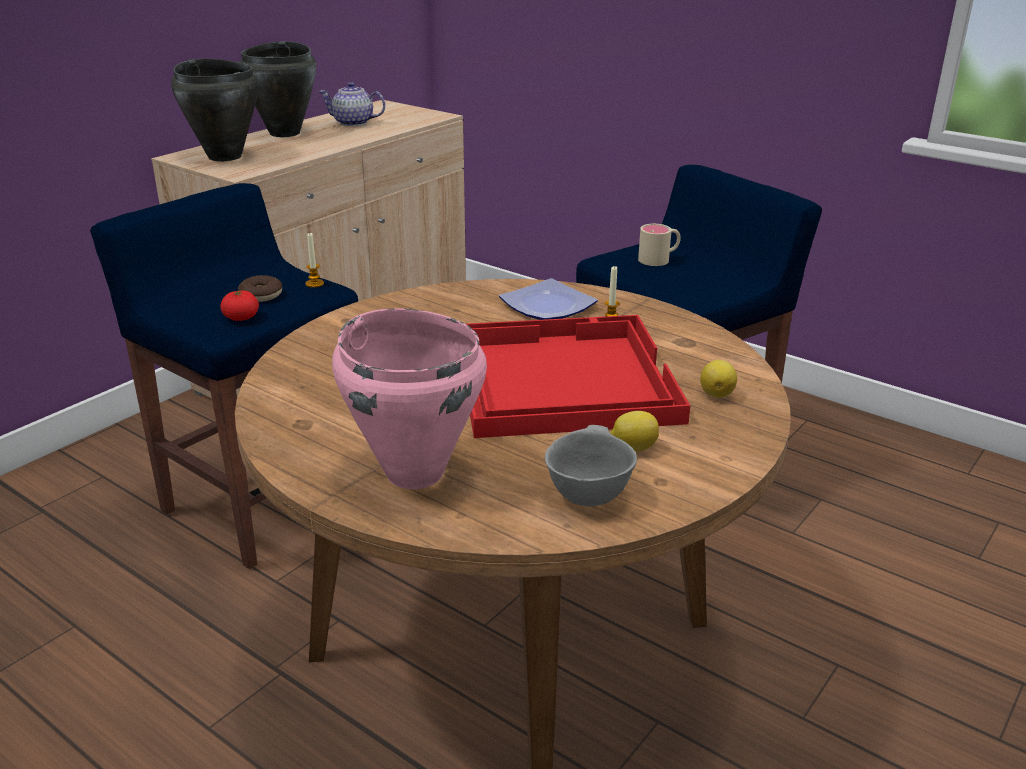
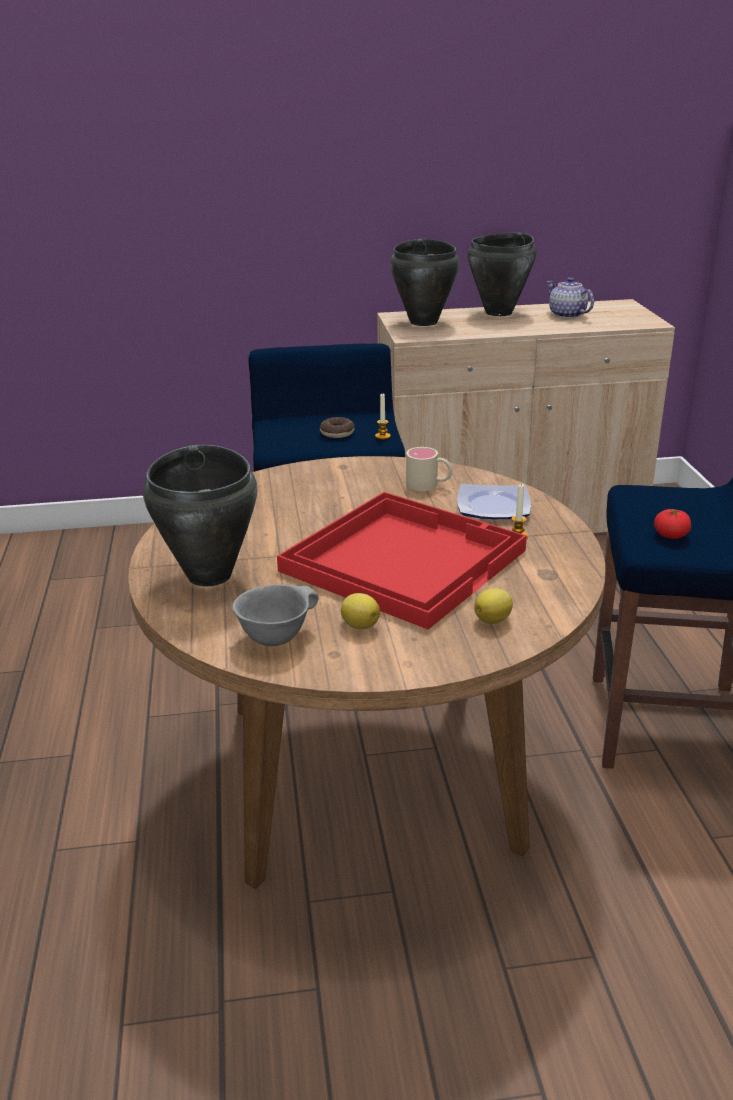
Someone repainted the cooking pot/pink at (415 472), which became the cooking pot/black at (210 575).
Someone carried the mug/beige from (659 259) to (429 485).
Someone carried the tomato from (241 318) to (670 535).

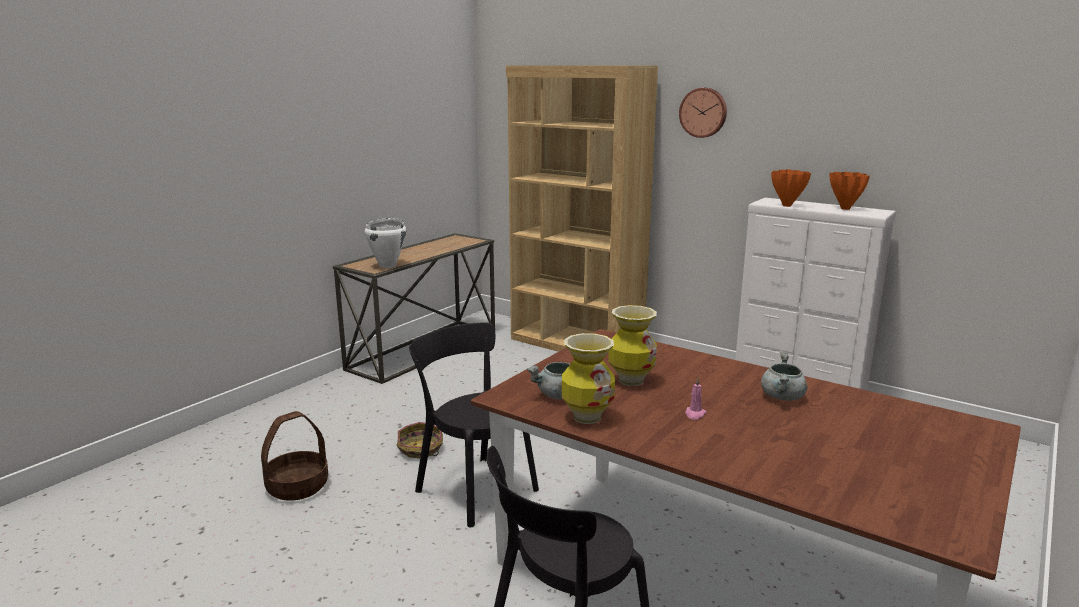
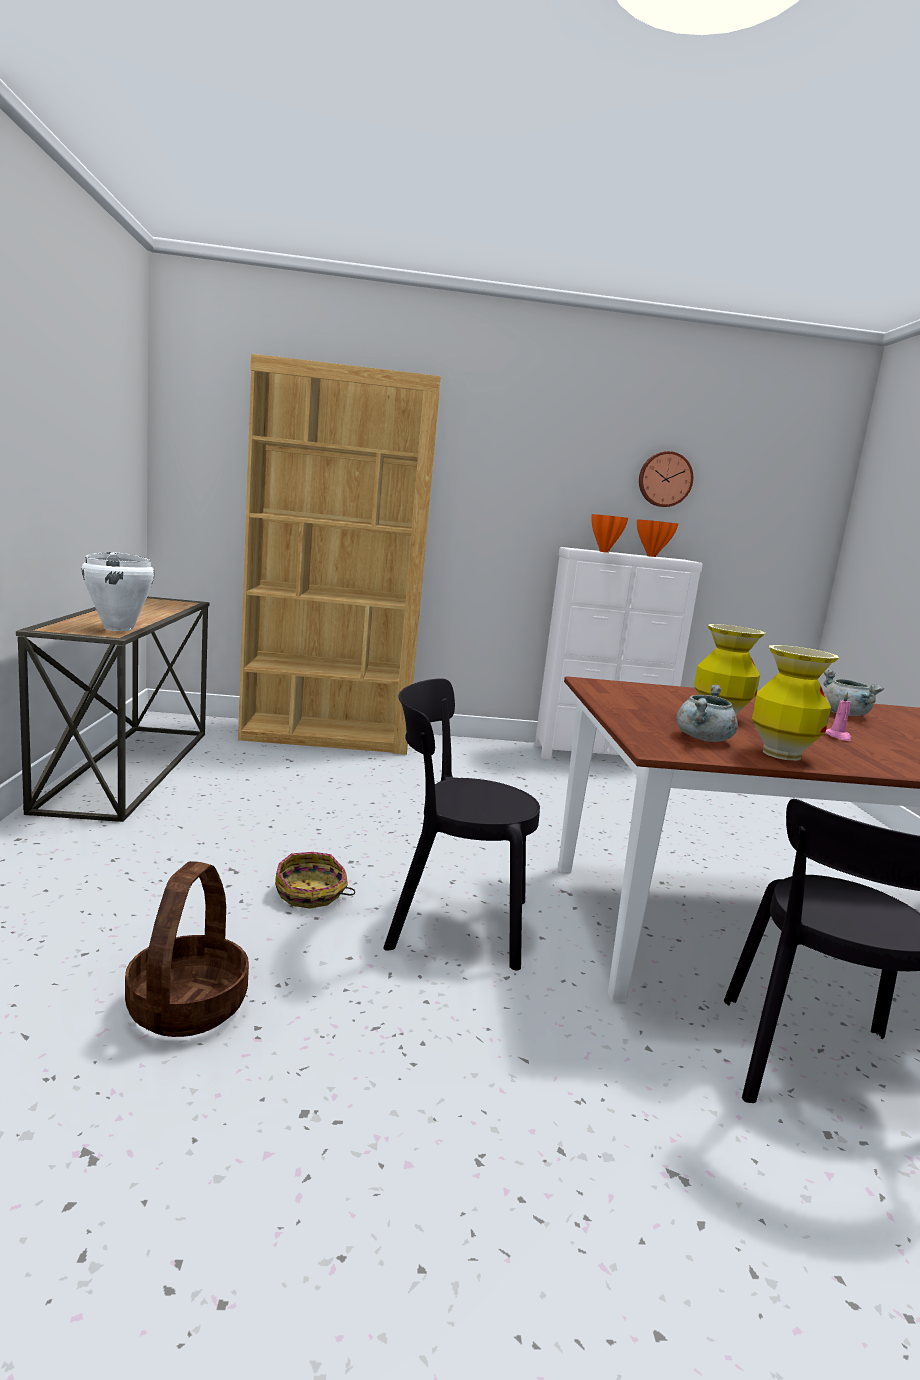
Someone carried the wall clock from (703 112) to (664 479).

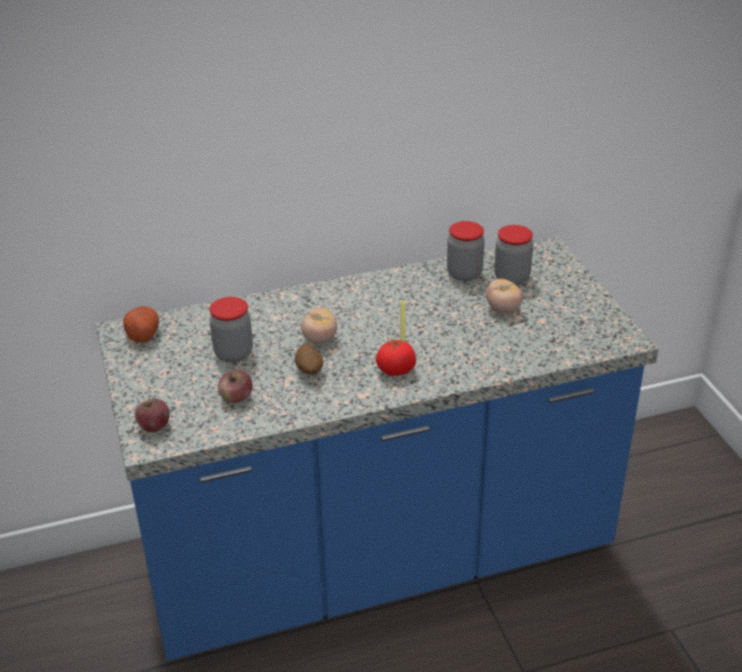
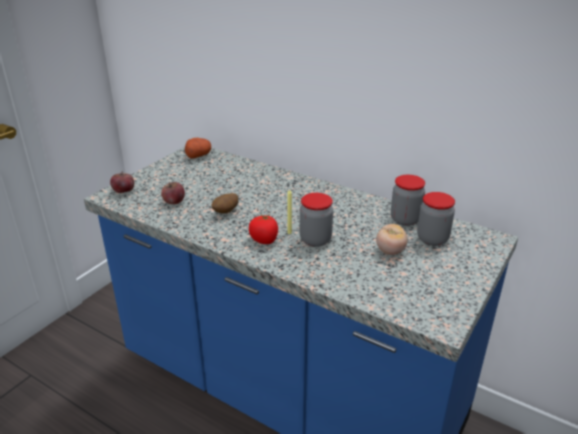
Someone carried the jar from (233 353) to (315 240).
Someone took away the tomato at (319 339).

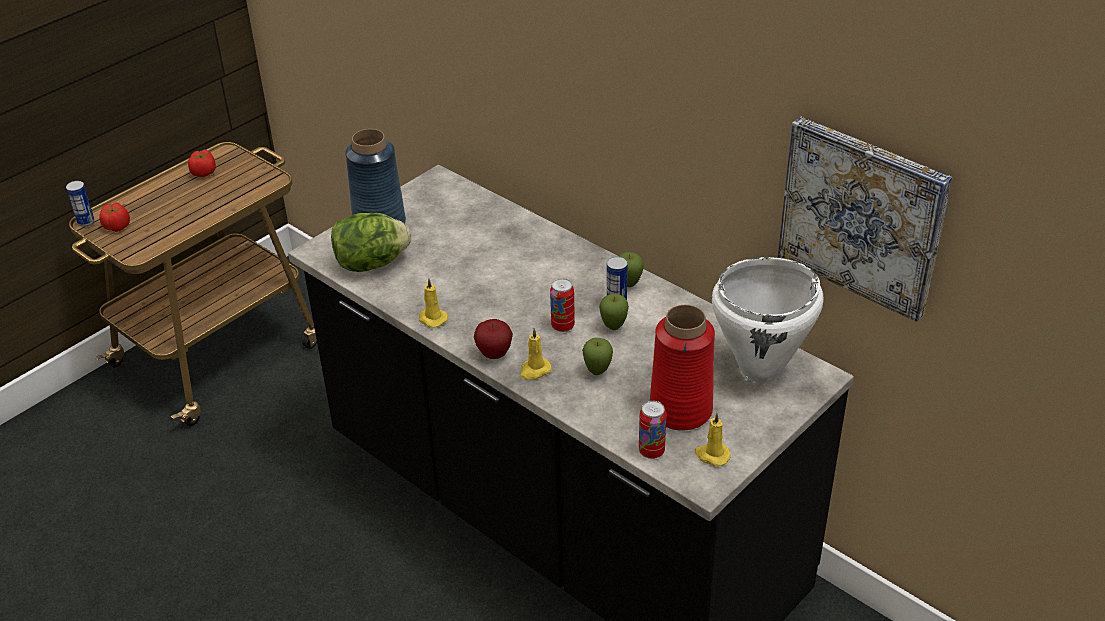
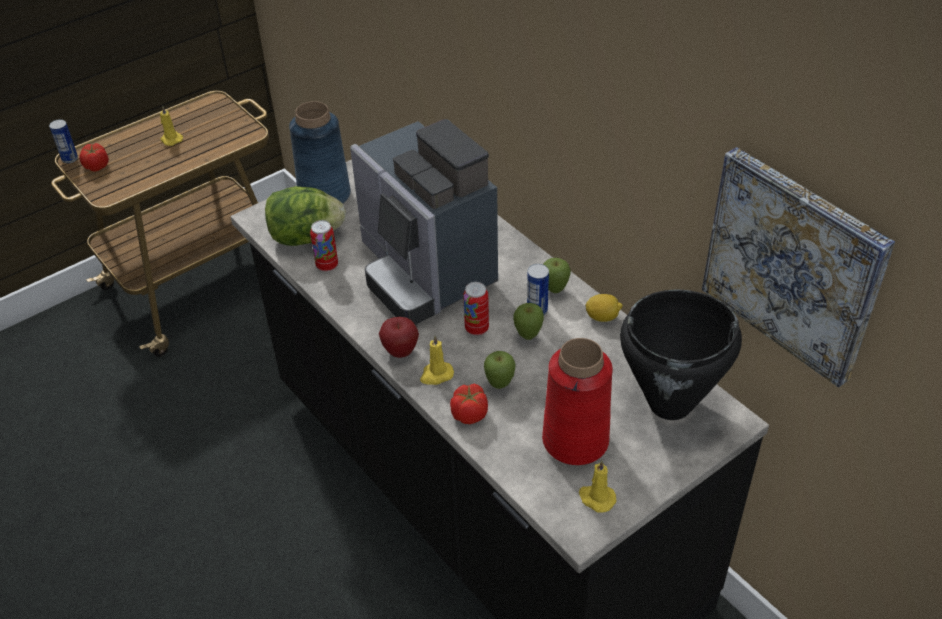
Someone carried the candle/yellow from (432 319) to (171 139).
Someone carried the can from (651 451) to (327 265).
Someone put down the coffee machine at (424 272).
Someone carried the tomato from (204 172) to (469 413).
Someone put down the lemon at (602 317).
Someone repainted the cooking pot/white at (761 369), which became the cooking pot/black at (671 404).

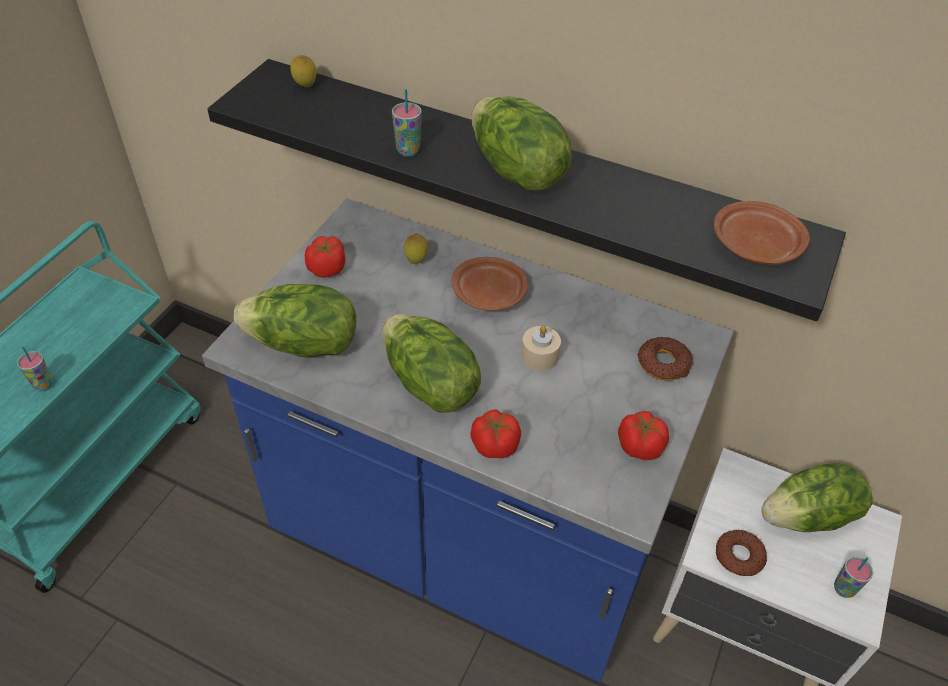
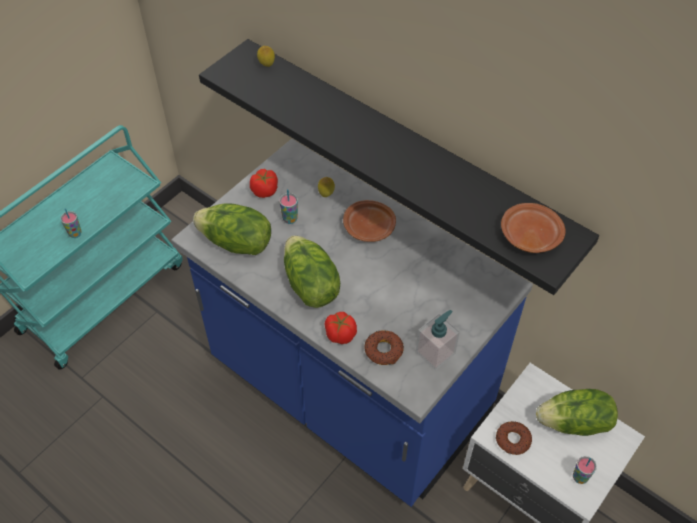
Someone carried the cup from (408 151) to (290 219).
Someone carried the donut from (663 363) to (384 350).
Someone swapped the tomato at (639 446) for the soap dispenser at (435 353).
Someone took away the lettuce at (515 171).
Someone took away the candle/beige at (539 356).

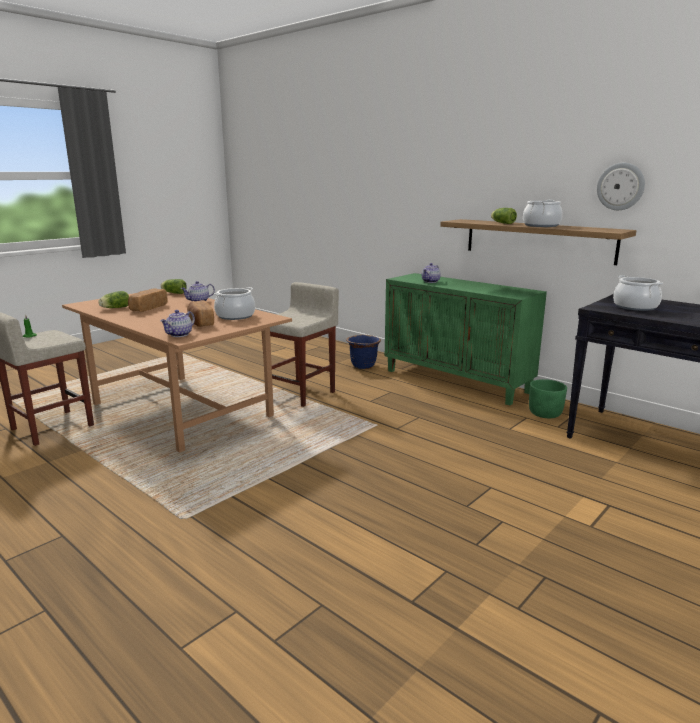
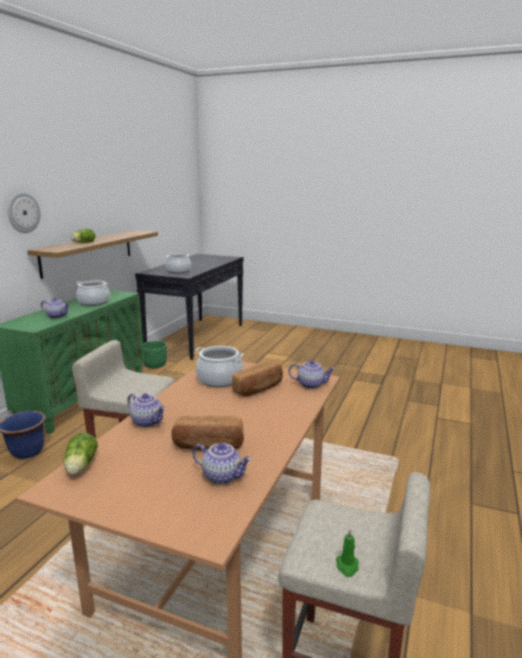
Someone carried the wall clock from (620 186) to (23 212).
Someone carried the cooking pot from (541 225) to (94 302).
Someone swapped the lettuce at (114 308) for the teapot at (222 476).

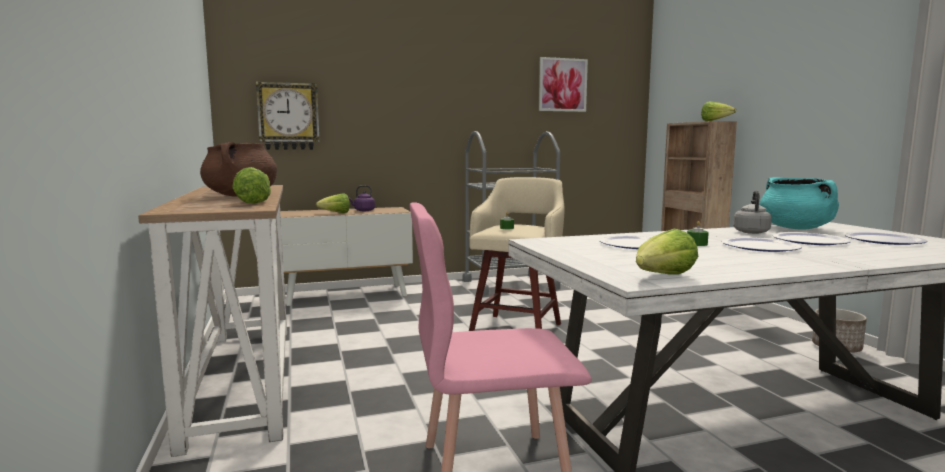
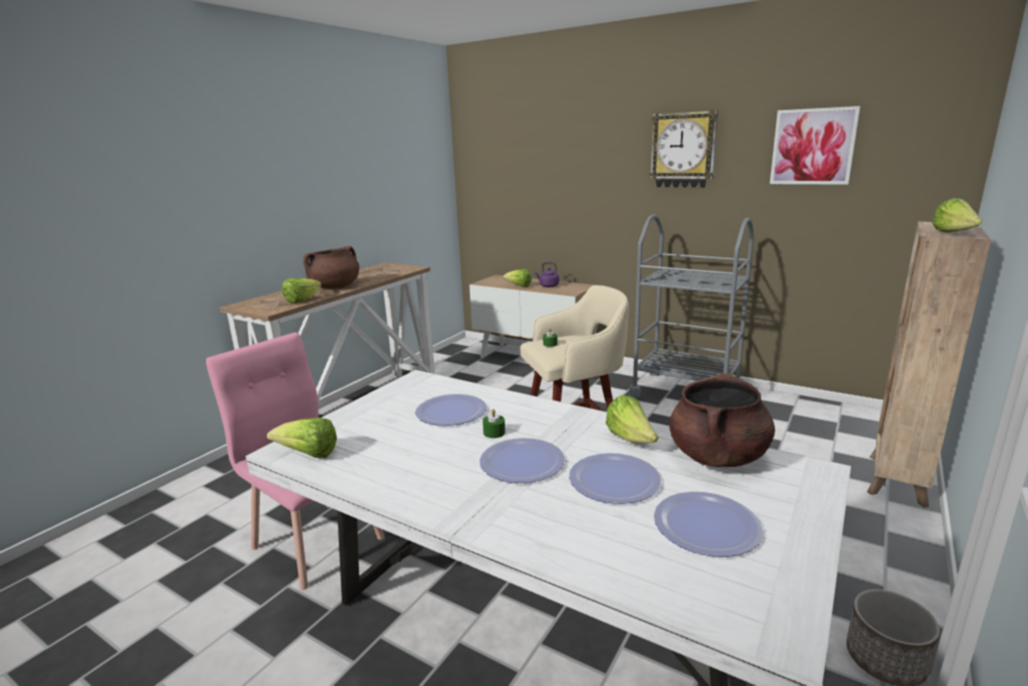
Someone swapped the kettle/grey at (751 232) for the lettuce at (631 439).
Someone carried the wall clock from (288 116) to (683 150).
Someone repainted the cooking pot/turquoise at (796 228), which became the cooking pot/brown at (717 457).

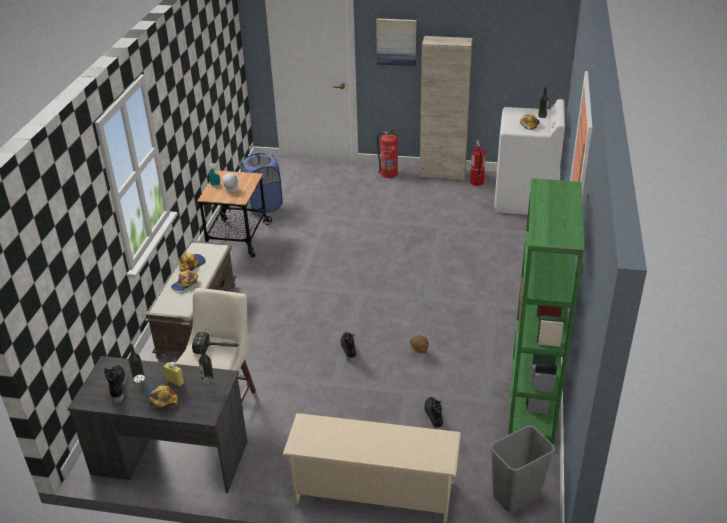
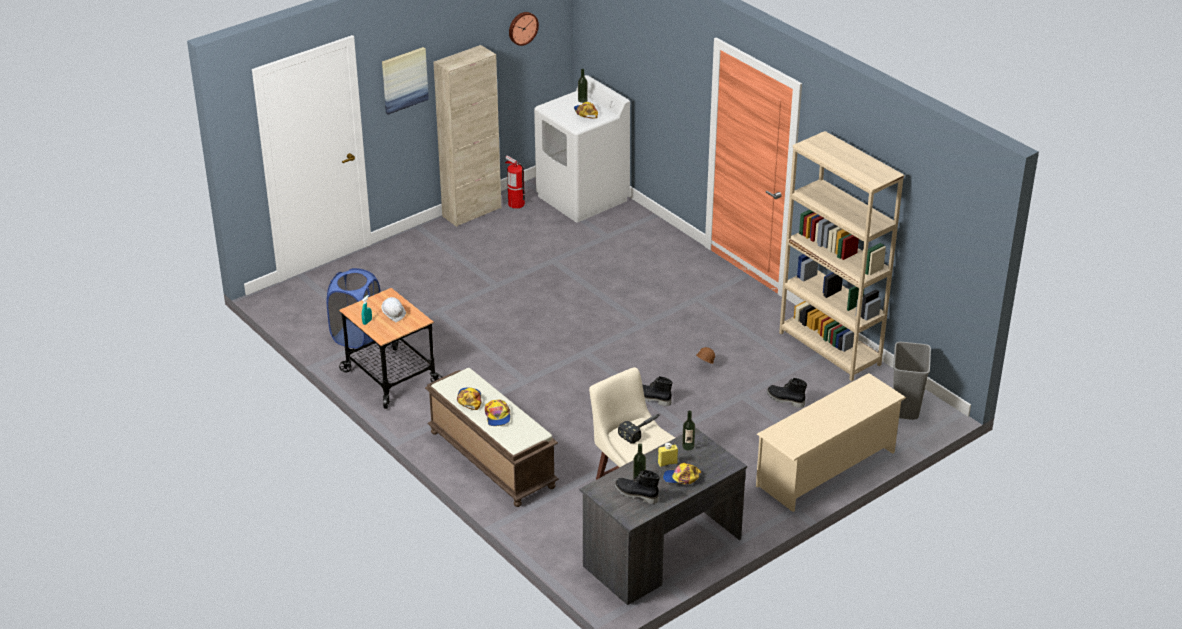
Someone put up the wall clock at (522 28).
Someone repainted the bookcase/green at (531 404), which became the bookcase/beige at (830 349).
Someone took away the fire extinguisher at (388 173).

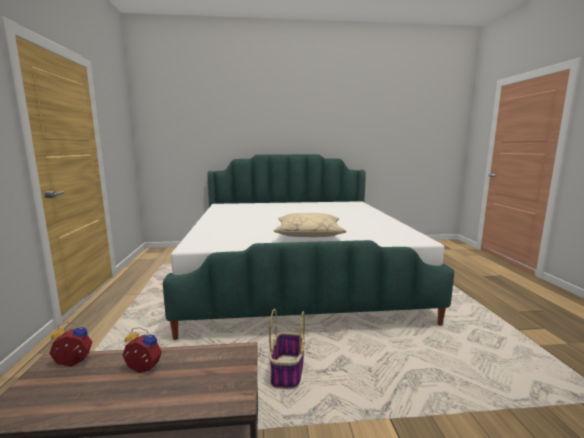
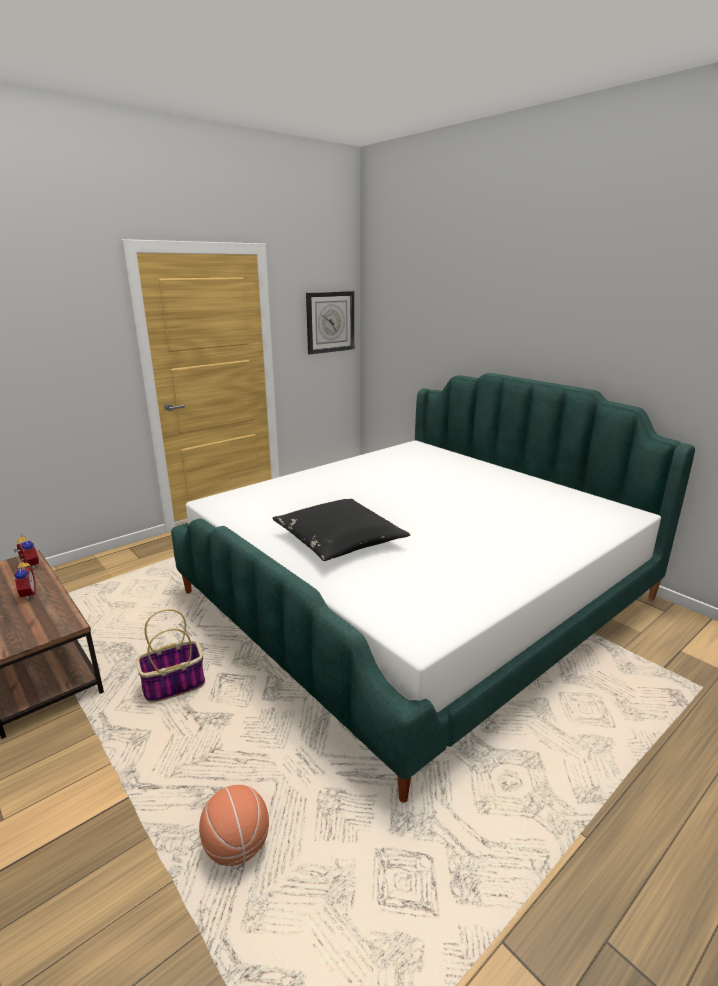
Someone put down the basketball at (237 847).
Someone repainted the pillow/beige at (309 234), which became the pillow/black at (339 540).
Someone put up the wall clock at (330 322).

